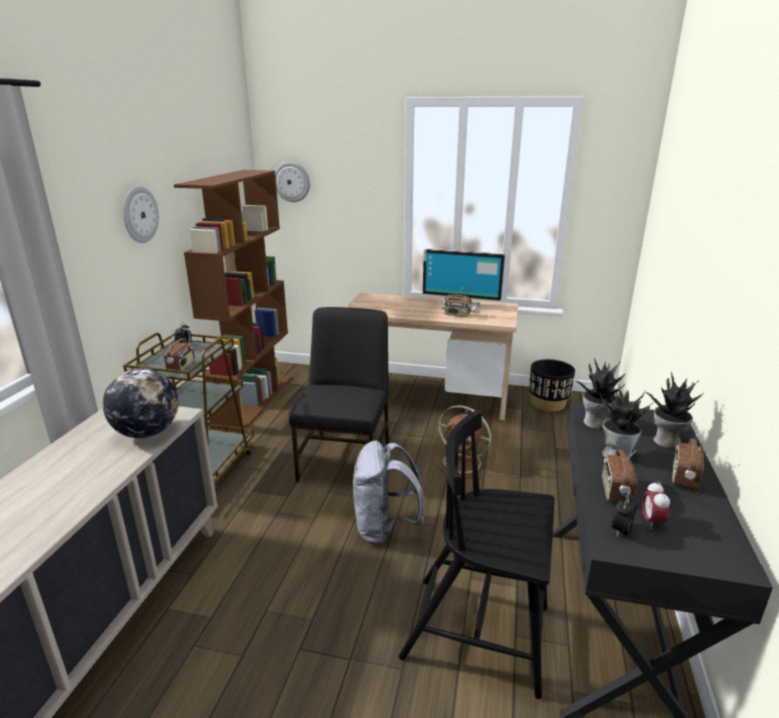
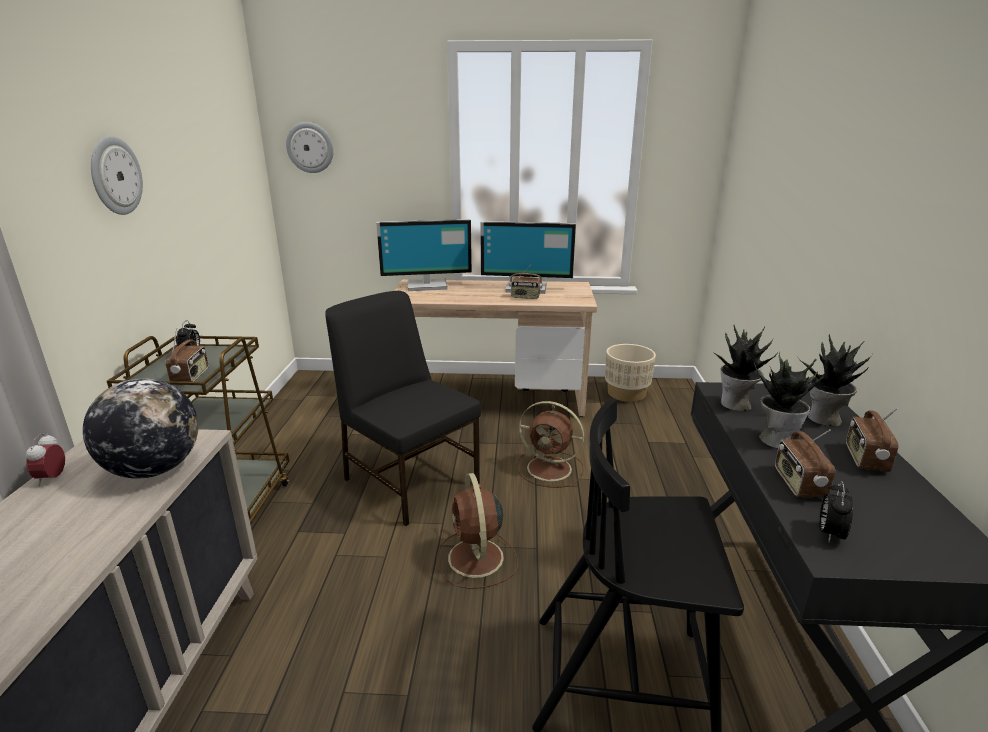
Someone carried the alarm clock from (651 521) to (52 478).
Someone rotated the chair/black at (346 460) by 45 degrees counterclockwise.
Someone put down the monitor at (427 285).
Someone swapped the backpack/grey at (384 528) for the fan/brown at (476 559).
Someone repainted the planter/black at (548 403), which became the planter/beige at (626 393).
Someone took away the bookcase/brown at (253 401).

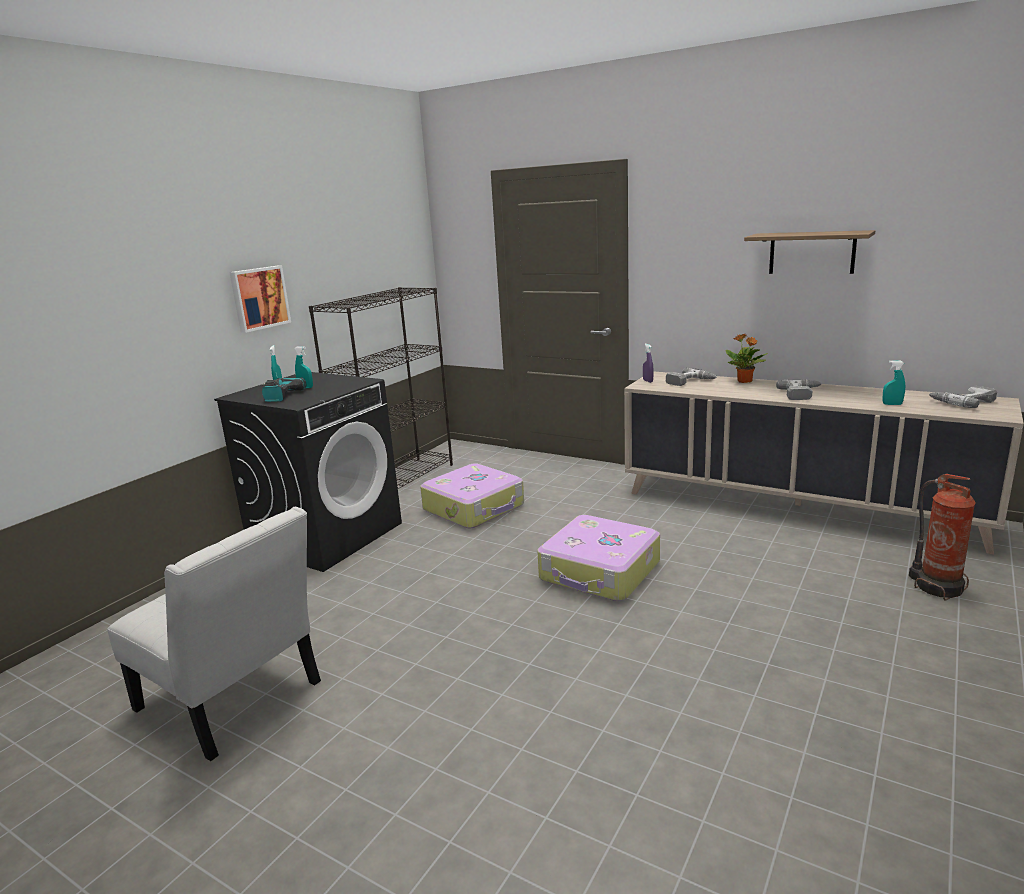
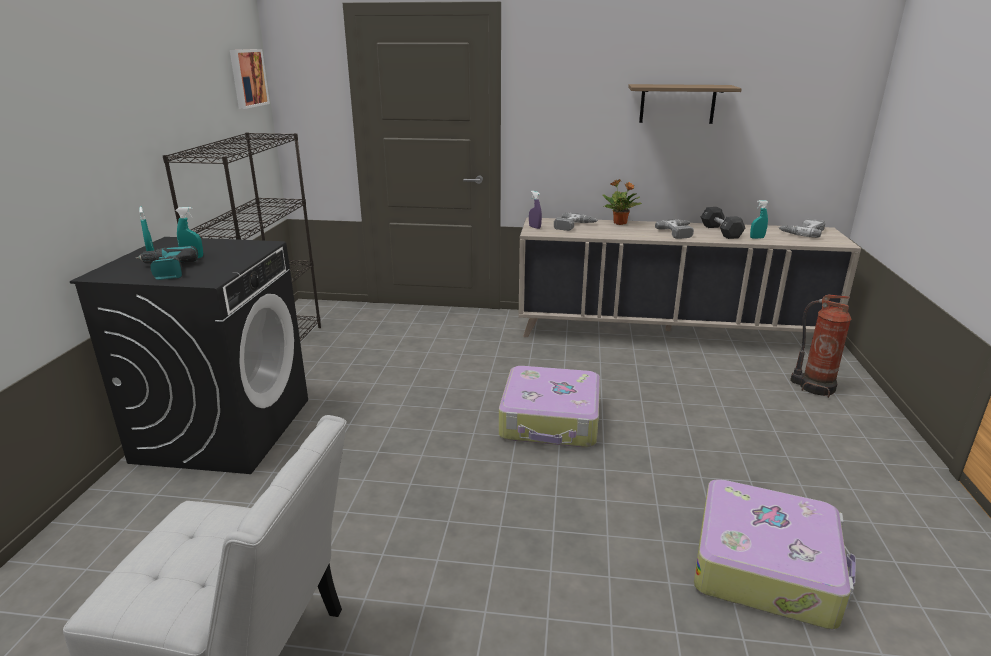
Someone carried the picture from (259 298) to (247 78).
Someone carried the suitcase from (475 508) to (766 566).
Someone put down the dumbbell/black at (720 231).

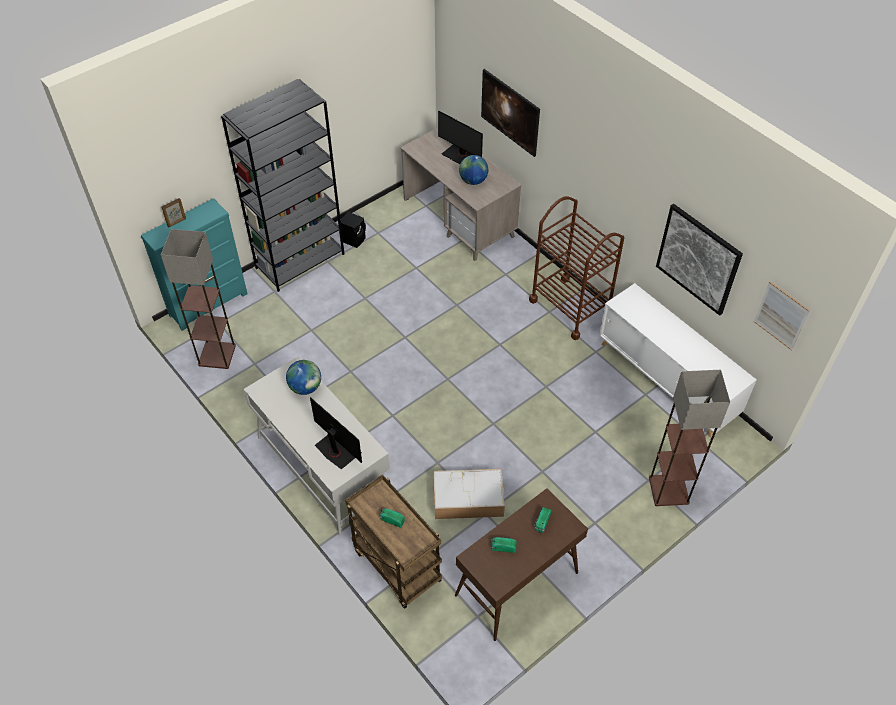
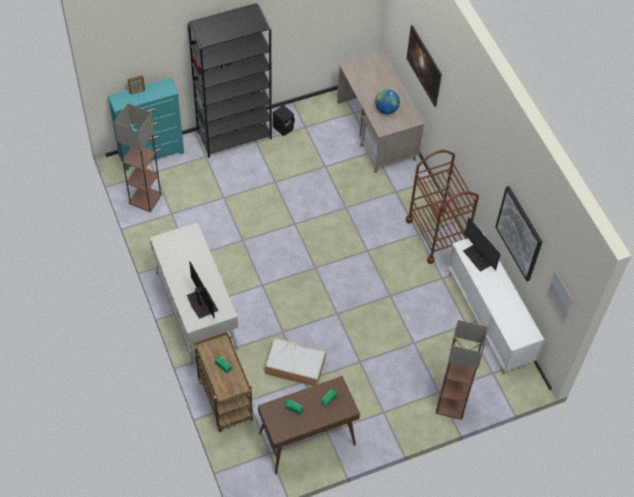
Someone carried the monitor from (460 155) to (479 257).
Someone took away the globe at (305 387).

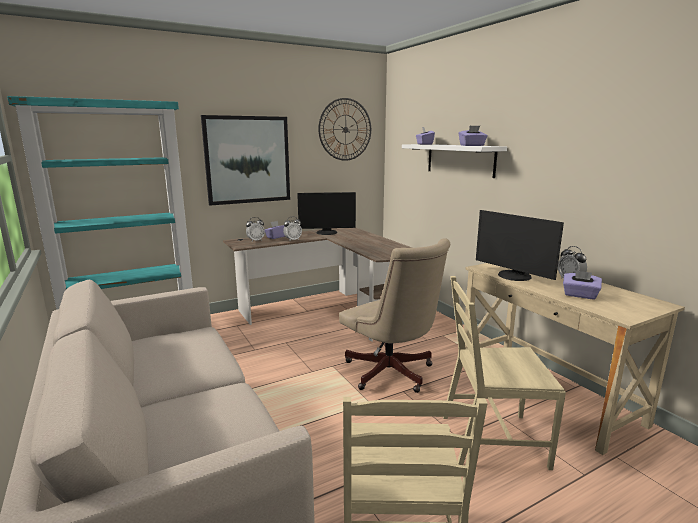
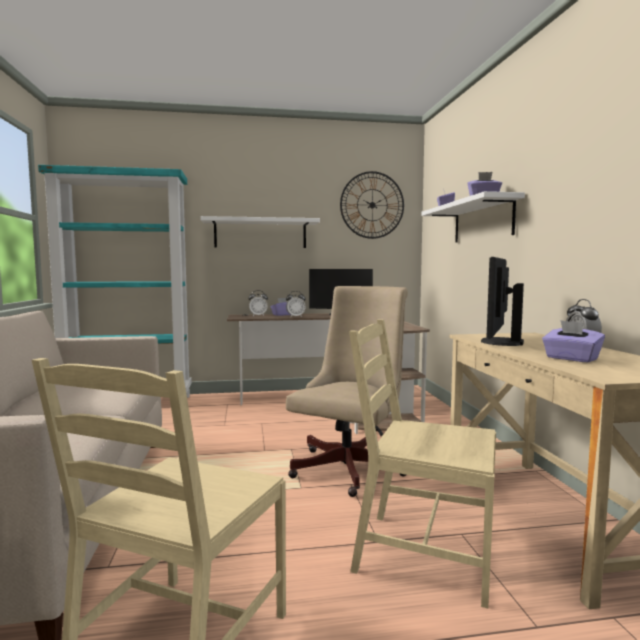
Someone swapped the picture at (247 160) for the shelf/white at (260 234).
Someone rotated the office chair/beige at (392 374) by 135 degrees counterclockwise.
Someone rotated the monitor at (513 276) by 45 degrees clockwise.

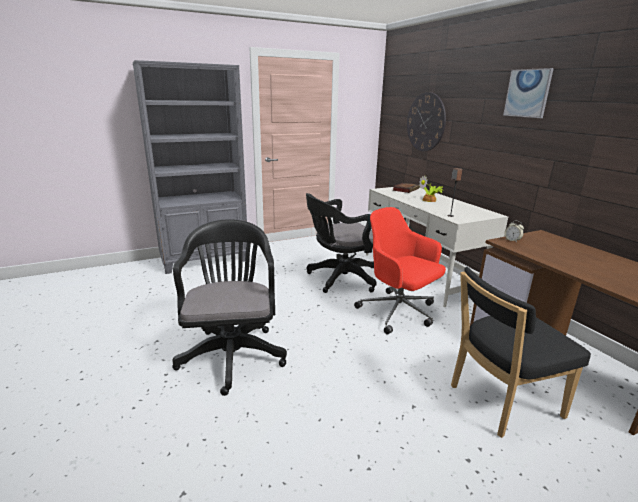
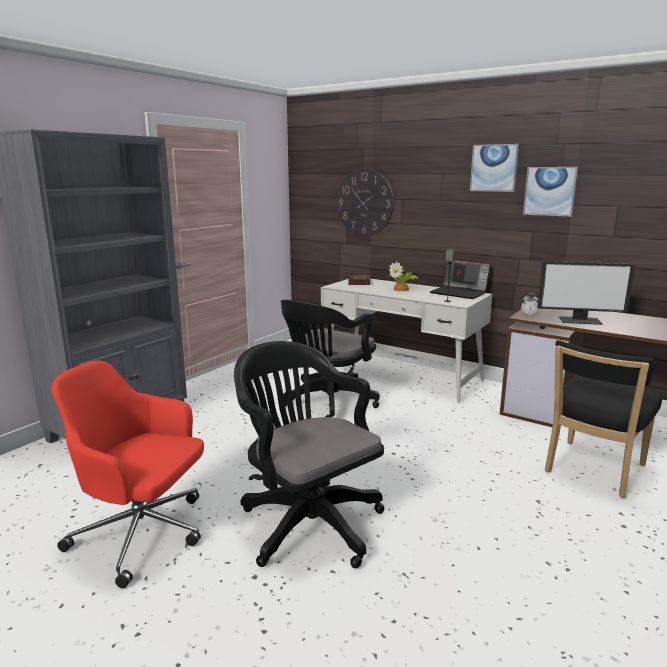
Someone carried the office chair/red from (398 312) to (143 534).
Someone put down the laptop at (459 293).
Someone put up the picture at (550 191).
Someone put down the monitor at (580 320).

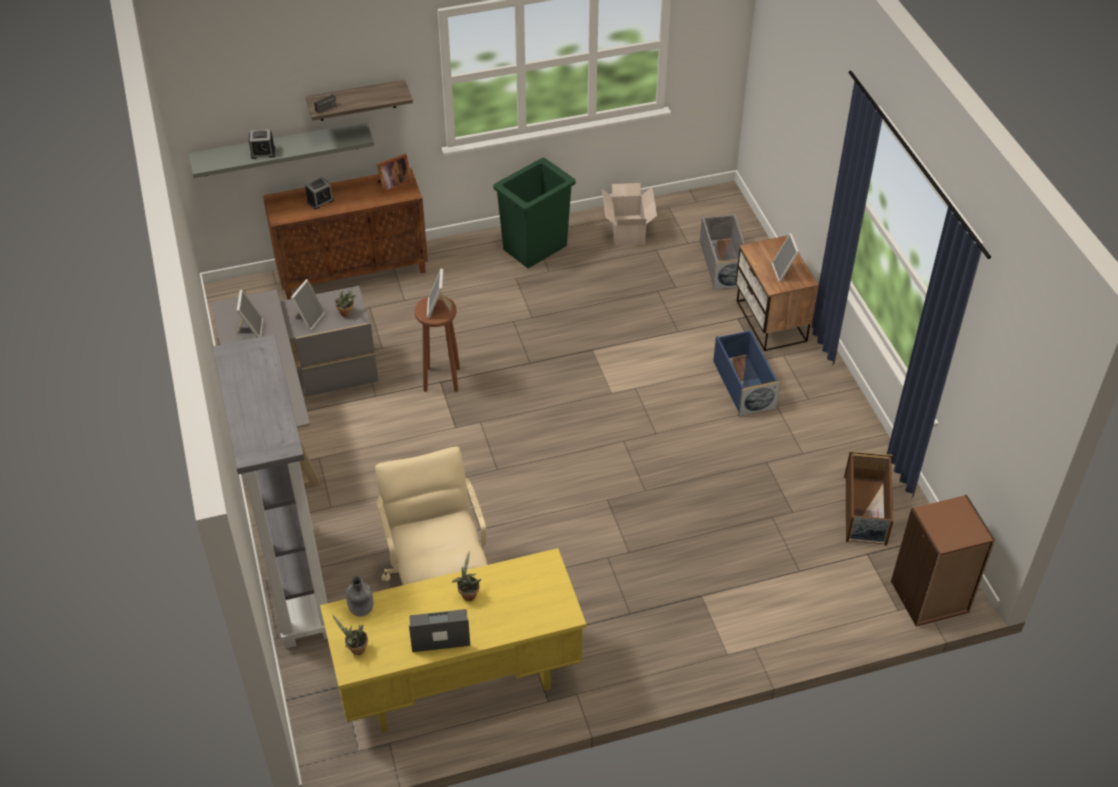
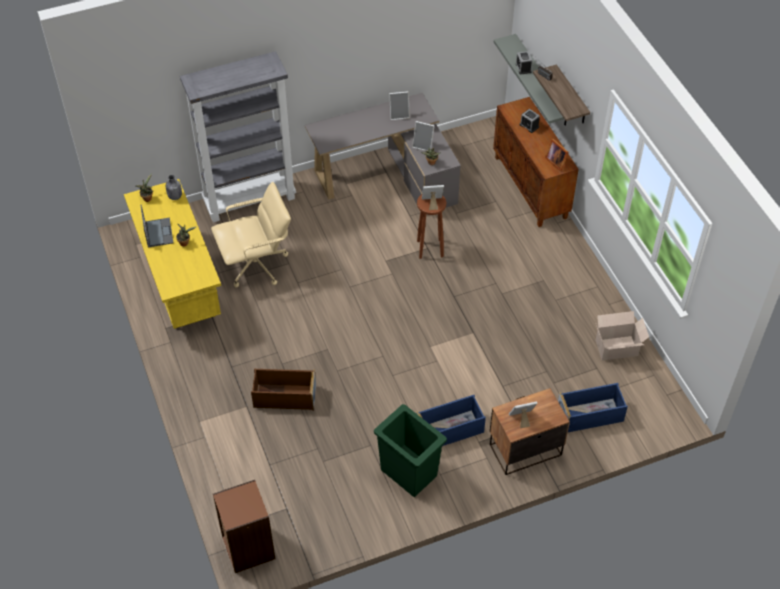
Someone carried the storage box/brown from (865 511) to (284 397).
Someone carried the trash can/green from (536 247) to (409 473).
Someone repainted the storage box/grey at (723 263), which became the storage box/blue at (590 415).

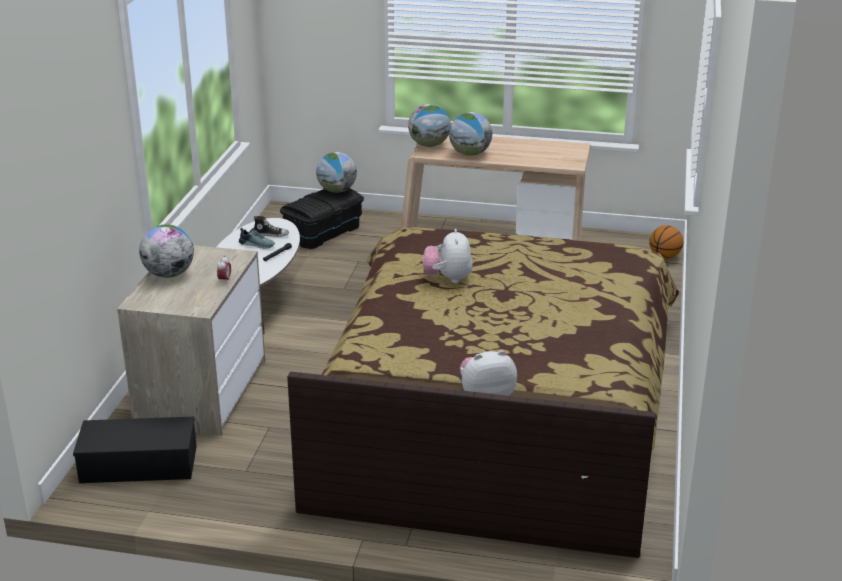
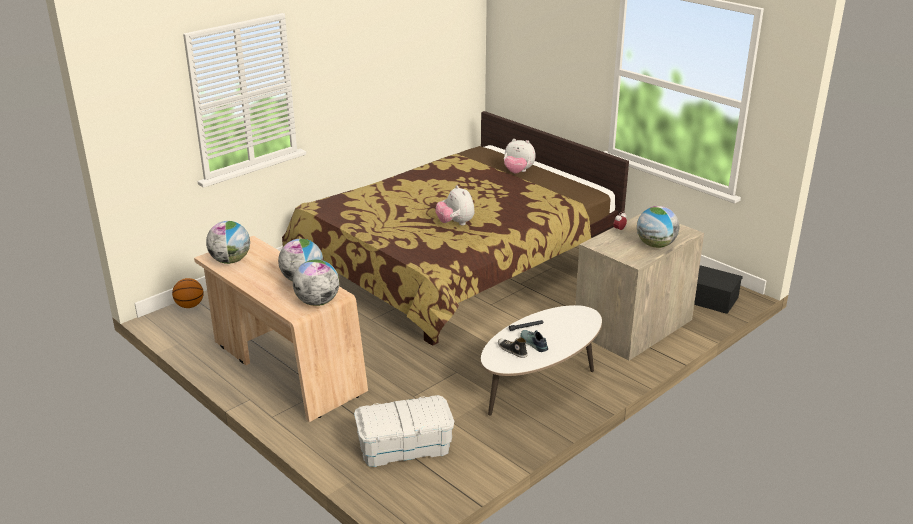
Someone carried the globe from (337 190) to (230 261).
Someone repainted the storage box/black at (323 232), which became the storage box/white at (404 447).
Someone rotated the plush toy at (448 279) by 120 degrees clockwise.

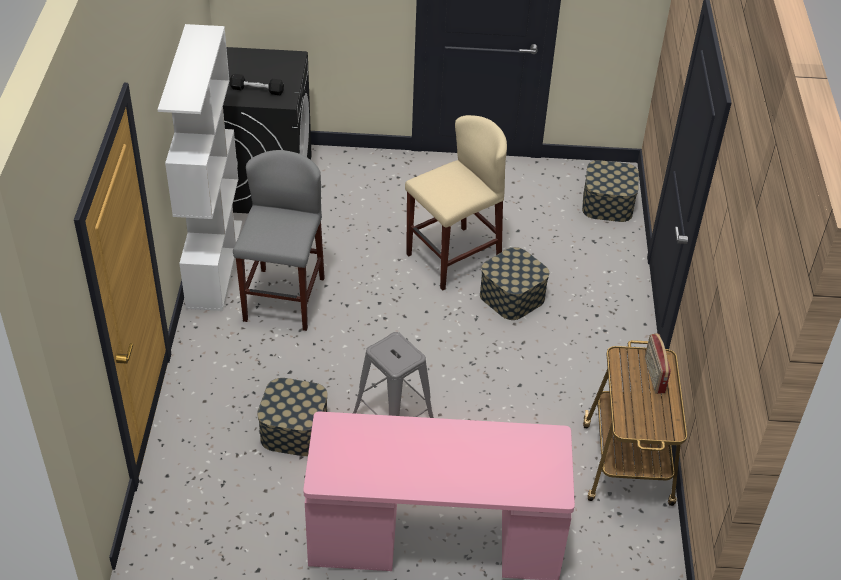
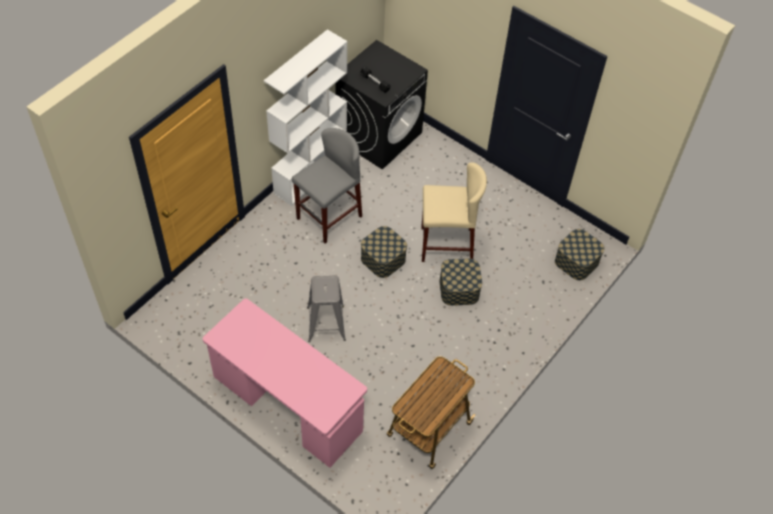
Someone carried the storage box from (294 429) to (383 259).
Someone took away the radio at (653 375).

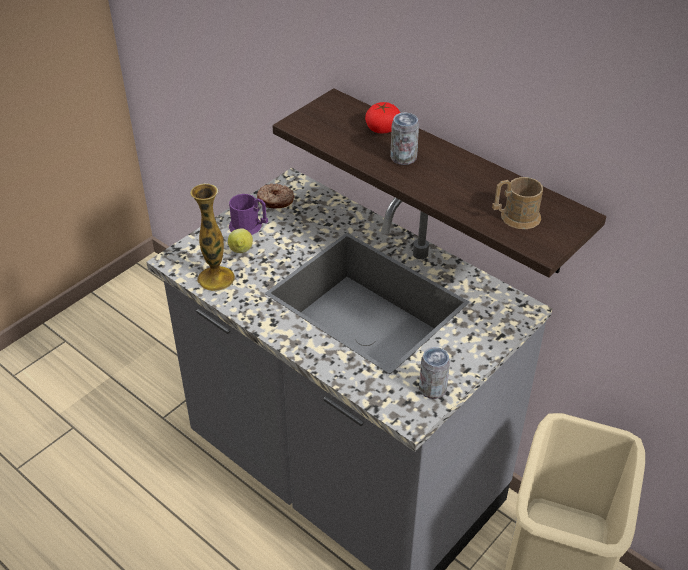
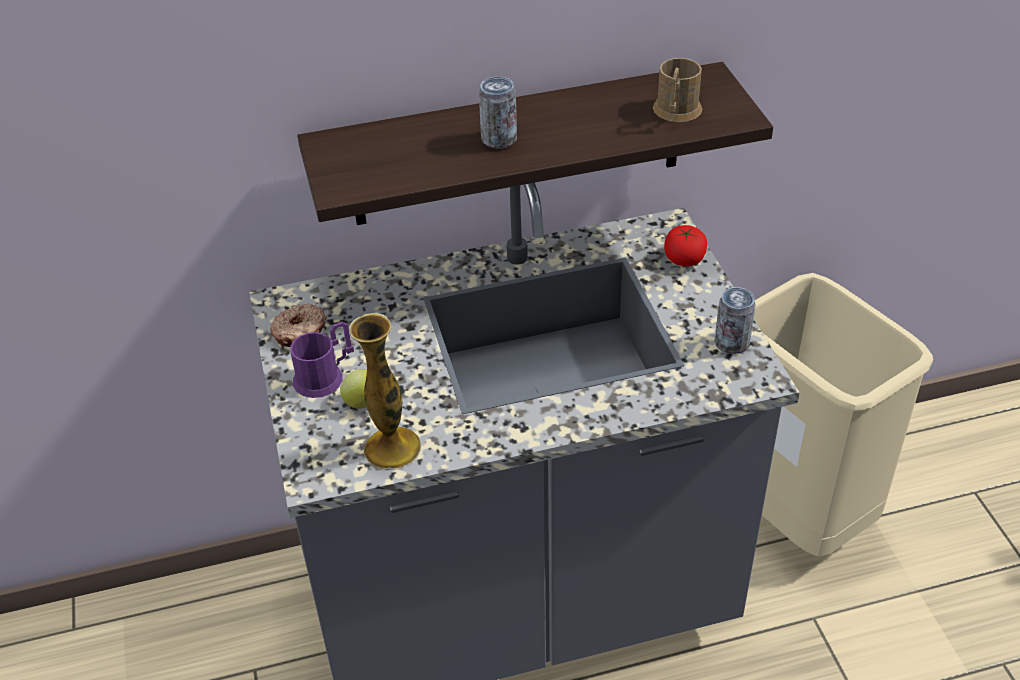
Someone carried the tomato from (382 129) to (684 258).

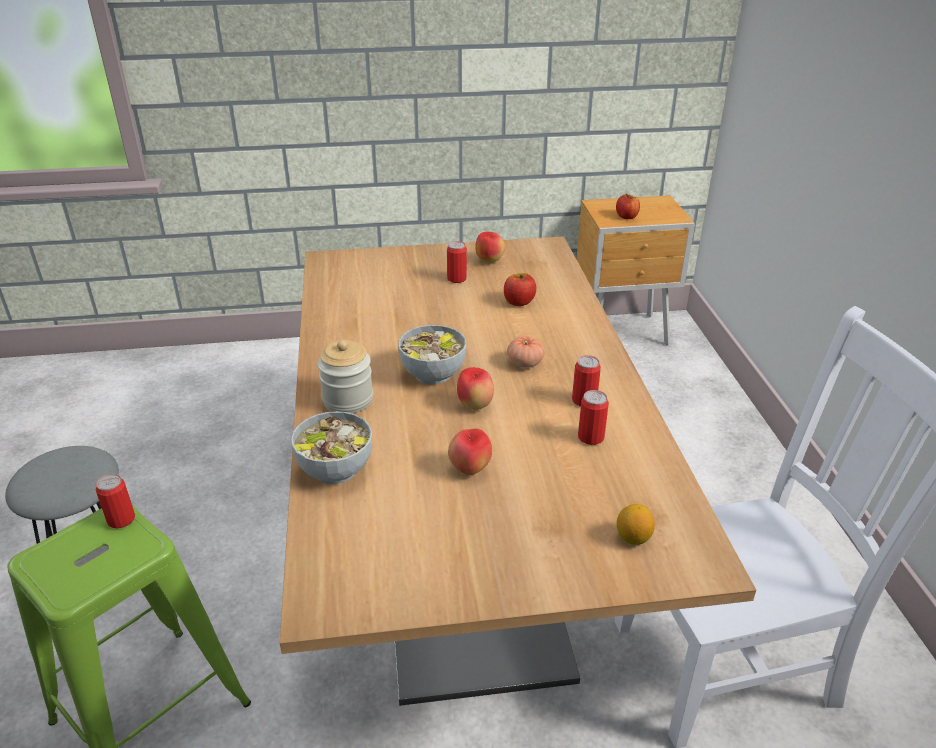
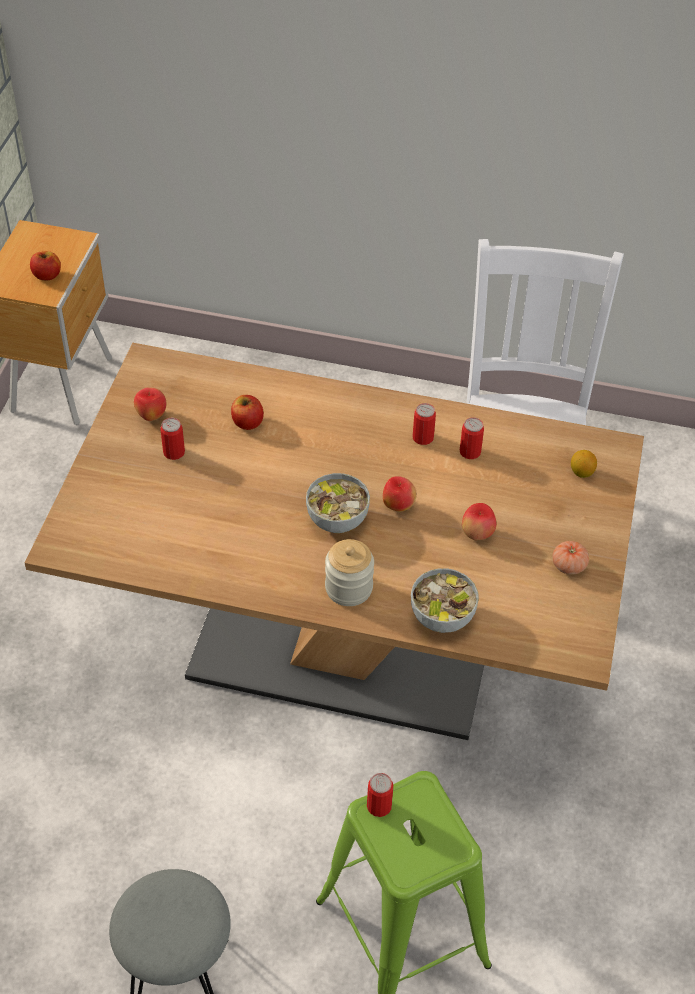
Someone carried the tomato from (525 363) to (568 565).

